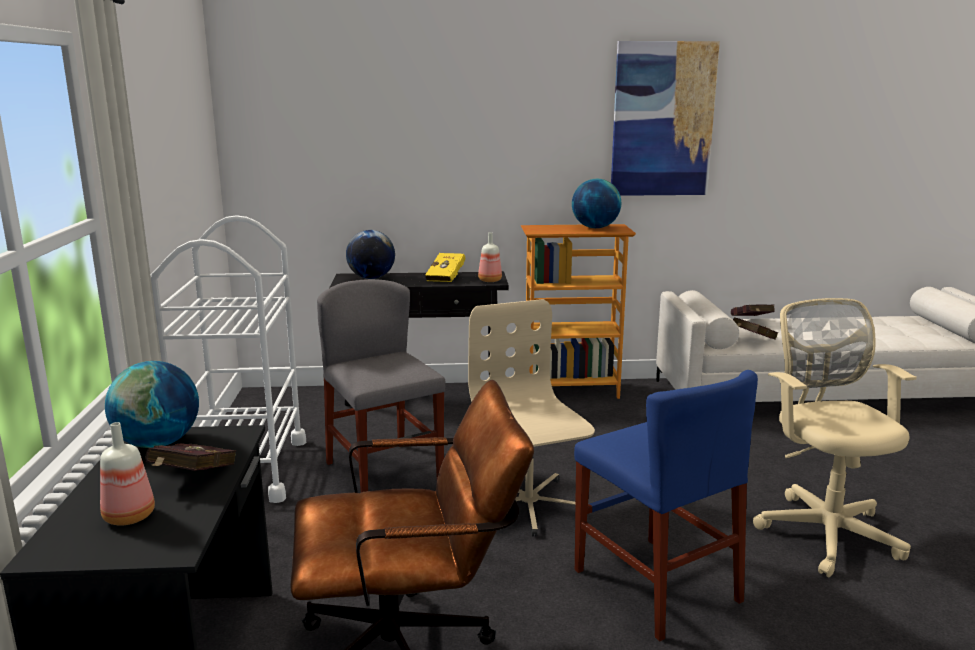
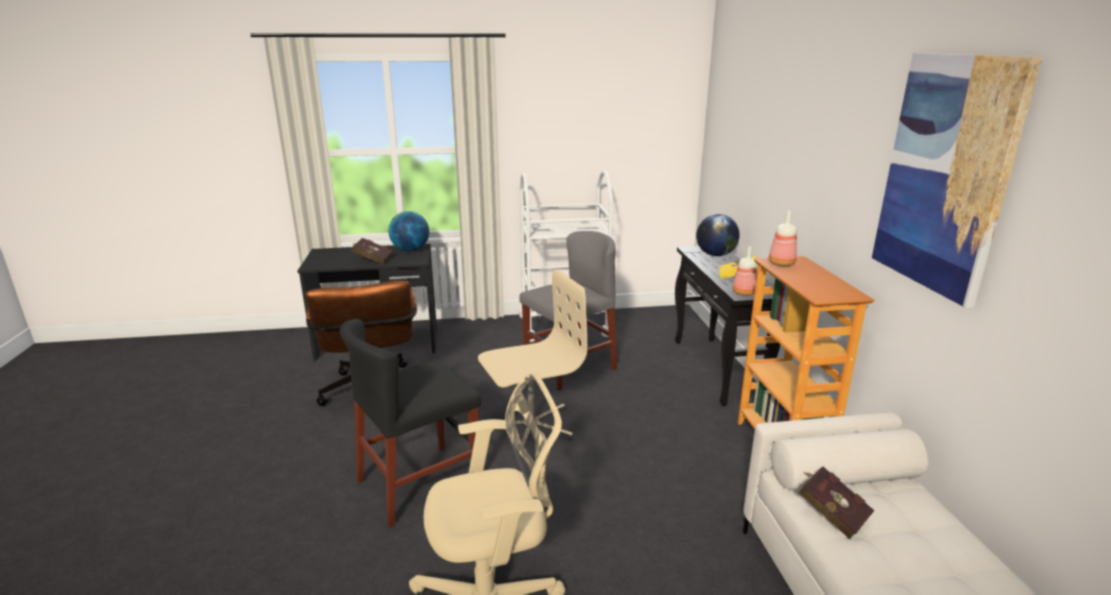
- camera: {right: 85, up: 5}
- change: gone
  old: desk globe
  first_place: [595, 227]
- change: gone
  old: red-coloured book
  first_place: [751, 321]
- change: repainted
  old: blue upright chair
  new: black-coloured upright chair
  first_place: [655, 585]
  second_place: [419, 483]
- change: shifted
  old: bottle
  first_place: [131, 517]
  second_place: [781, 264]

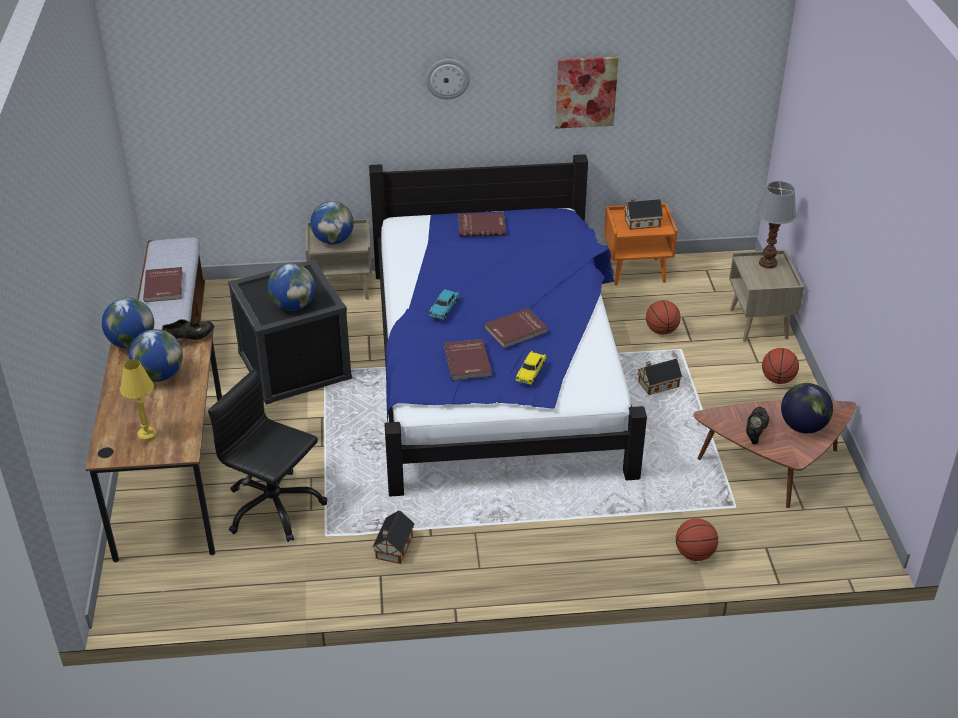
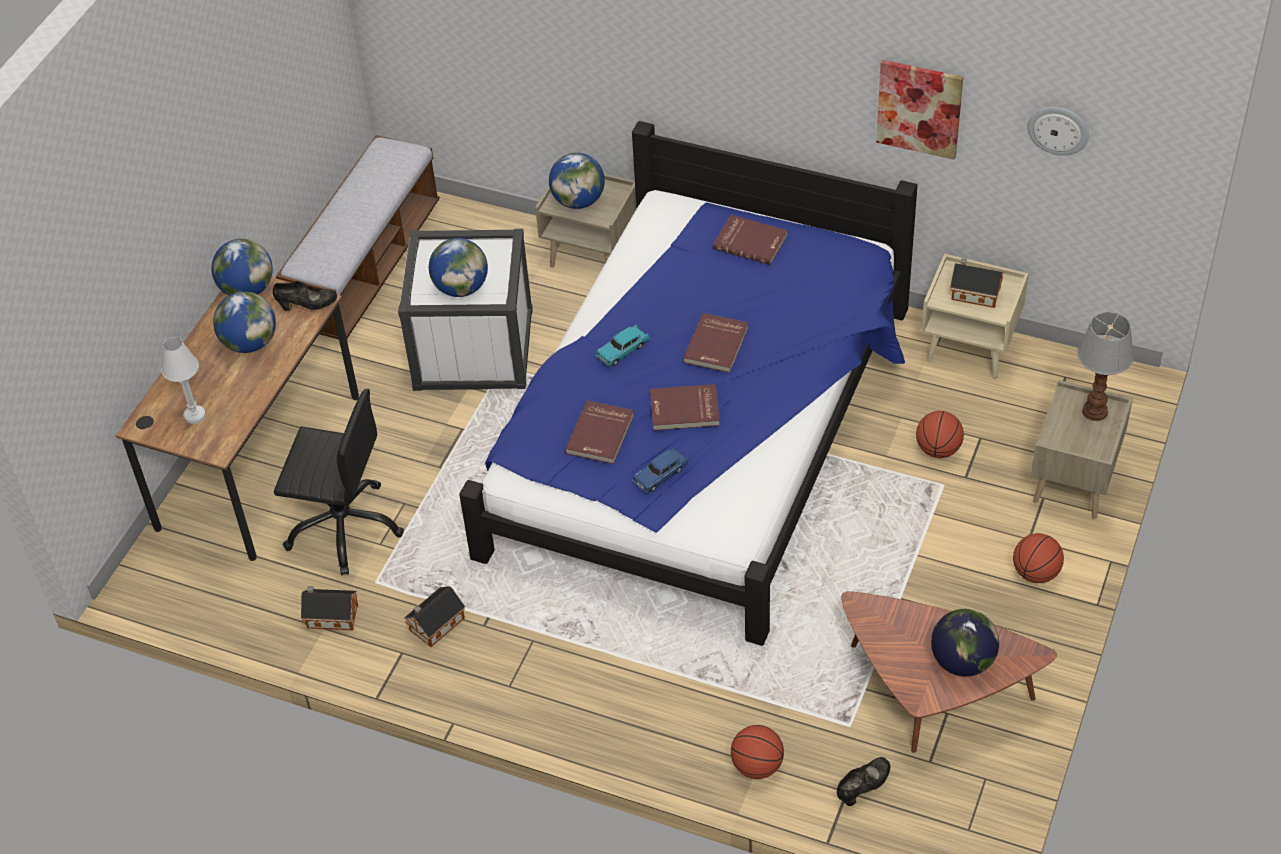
- camera: {right: 30, up: 10}
- change: shifted
  old: wall clock
  first_place: [447, 78]
  second_place: [1058, 129]
- change: repainted
  old: orangey nightstand
  new: beige-coloured nightstand
  first_place: [636, 271]
  second_place: [970, 349]
- change: repainted
  old: black-coloured storage box
  new: whitish storage box
  first_place: [294, 365]
  second_place: [473, 348]
- change: shifted
  old: red-coloured book
  first_place: [164, 286]
  second_place: [717, 345]
- change: repainted
  old: yellow-coloured toy car
  new: blue toy car
  first_place: [530, 373]
  second_place: [661, 475]
- change: repainted
  old: yellow-coloured lamp for a table
  new: whitish lamp for a table
  first_place: [147, 435]
  second_place: [195, 415]
- change: shifted
  old: toy house
  first_place: [656, 385]
  second_place: [330, 616]
- change: rotated
  old: black-coloured computer chair
  first_place: [273, 507]
  second_place: [344, 526]
  degrees: 135
- change: shifted
  old: black-coloured low shoe
  first_place: [755, 431]
  second_place: [863, 787]

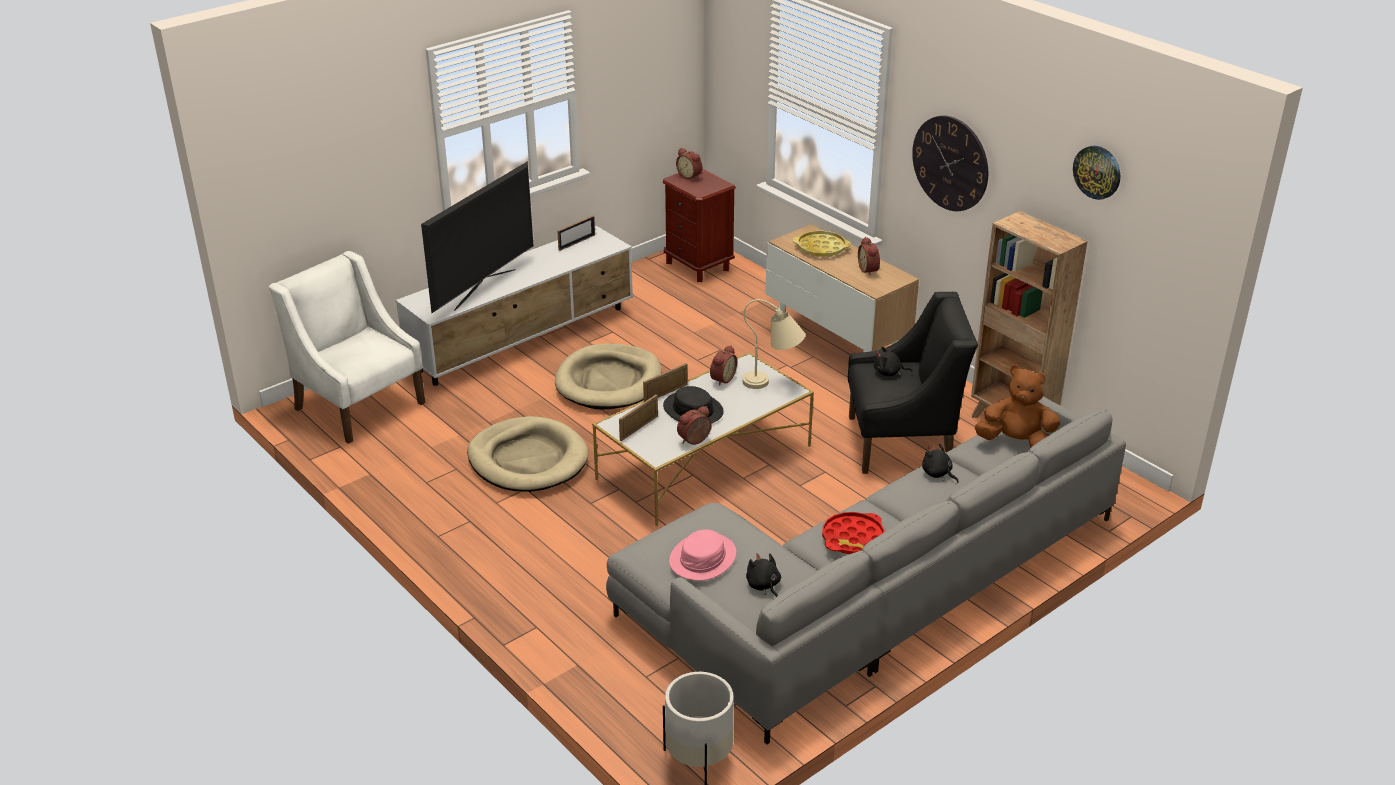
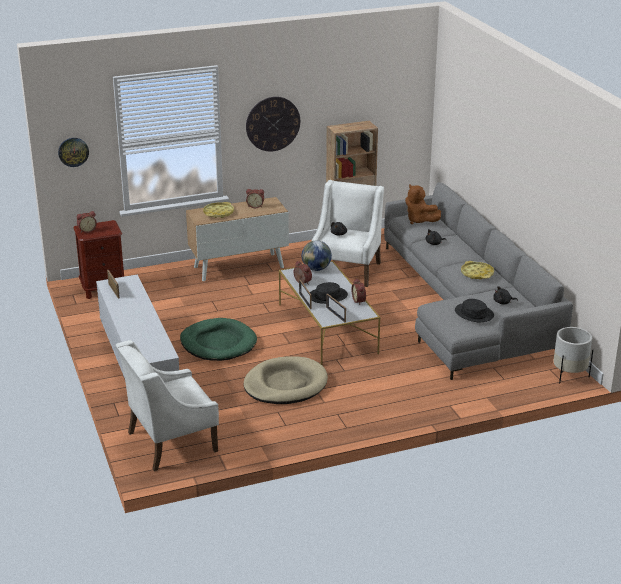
- camera: {right: -70, up: -5}
- change: shifted
  old: wall clock
  first_place: [1097, 172]
  second_place: [73, 152]
- change: gone
  old: television
  first_place: [484, 289]
- change: repainted
  old: black-coloured lounge chair
  new: whitish lounge chair
  first_place: [903, 443]
  second_place: [347, 270]
- change: swapped
  old: beige-coloured lamp for a table
  new: desk globe
  first_place: [773, 382]
  second_place: [316, 269]
- change: repainted
  old: beige-coloured dog bed
  new: green dog bed
  first_place: [609, 381]
  second_place: [218, 343]
- change: rotated
  old: brown plush toy
  first_place: [1016, 443]
  second_place: [419, 220]
  degrees: -75
- change: repainted
  old: red-coloured serving tray
  new: yellow-coloured serving tray
  first_place: [853, 538]
  second_place: [477, 273]
- change: repainted
  old: pink clothing hat
  new: black-coloured clothing hat
  first_place: [703, 558]
  second_place: [474, 313]

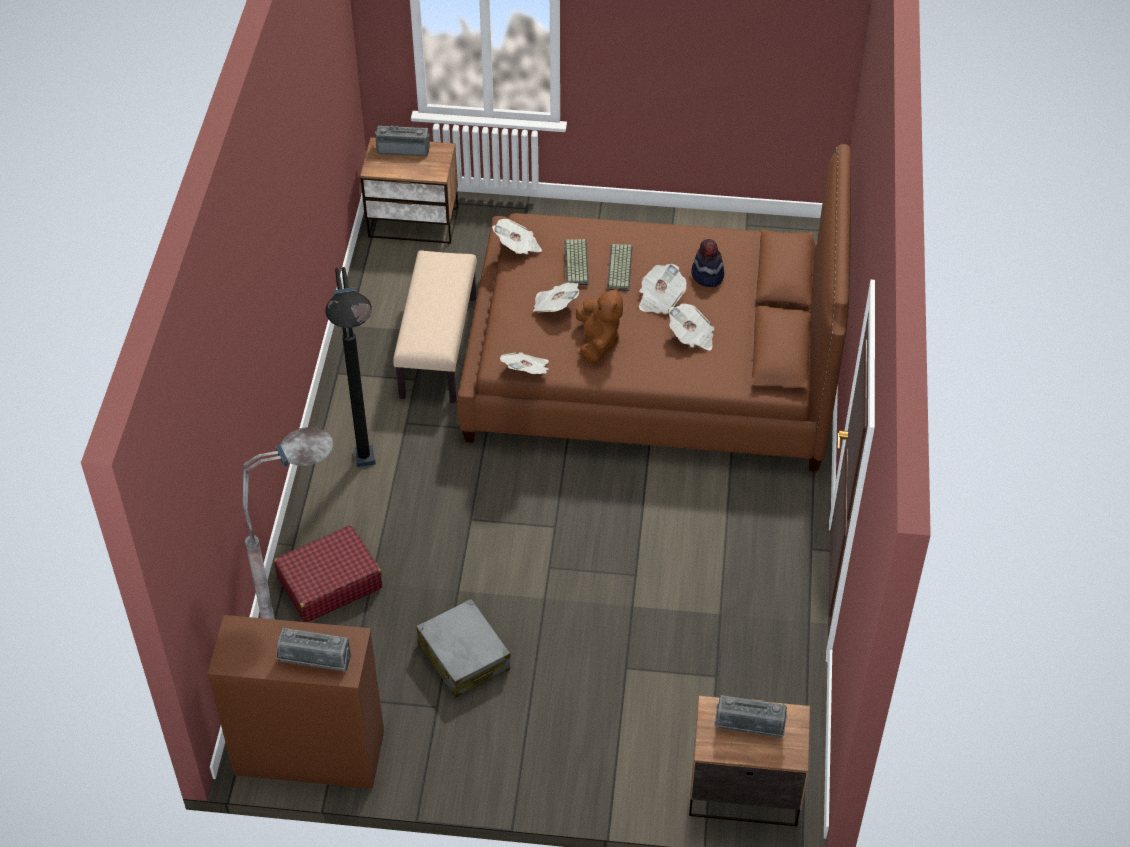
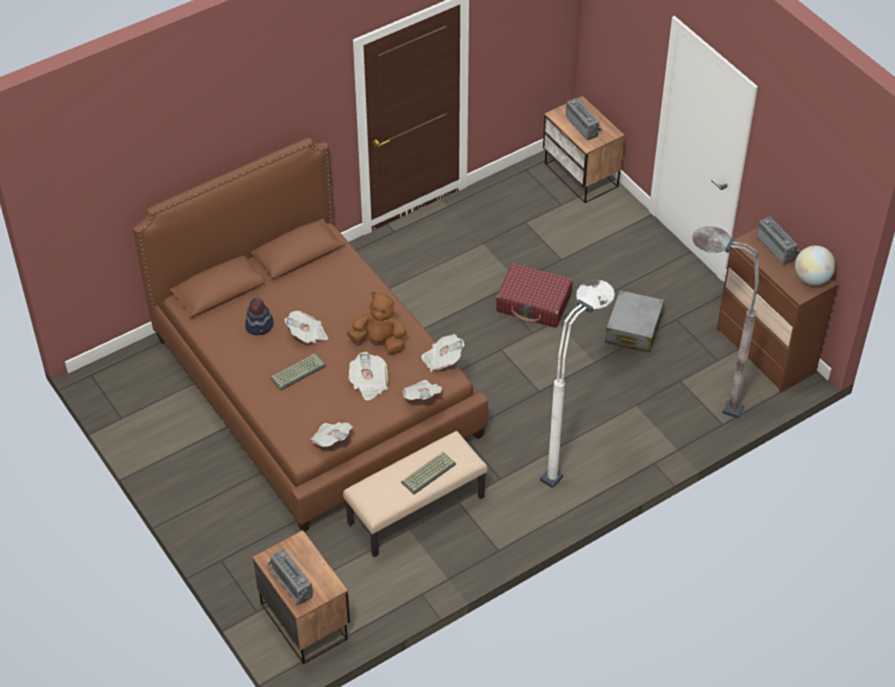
- camera: {right: -130, up: 0}
- change: shifted
  old: keyboard
  first_place: [577, 263]
  second_place: [428, 472]
- change: repainted
  old: black-coloured standard lamp
  new: whitish standard lamp
  first_place: [370, 490]
  second_place: [572, 456]
- change: rotated
  old: brown plush toy
  first_place: [598, 342]
  second_place: [379, 342]
  degrees: 60
- change: shifted
  old: newspaper
  first_place: [691, 337]
  second_place: [422, 397]
- change: shifted
  old: red-coloured travel case
  first_place: [329, 583]
  second_place: [534, 303]
- change: new
  new: desk globe
  second_place: [812, 278]

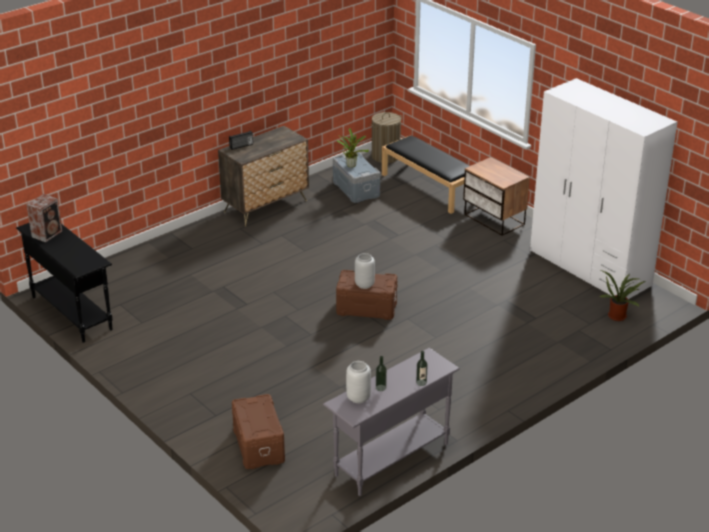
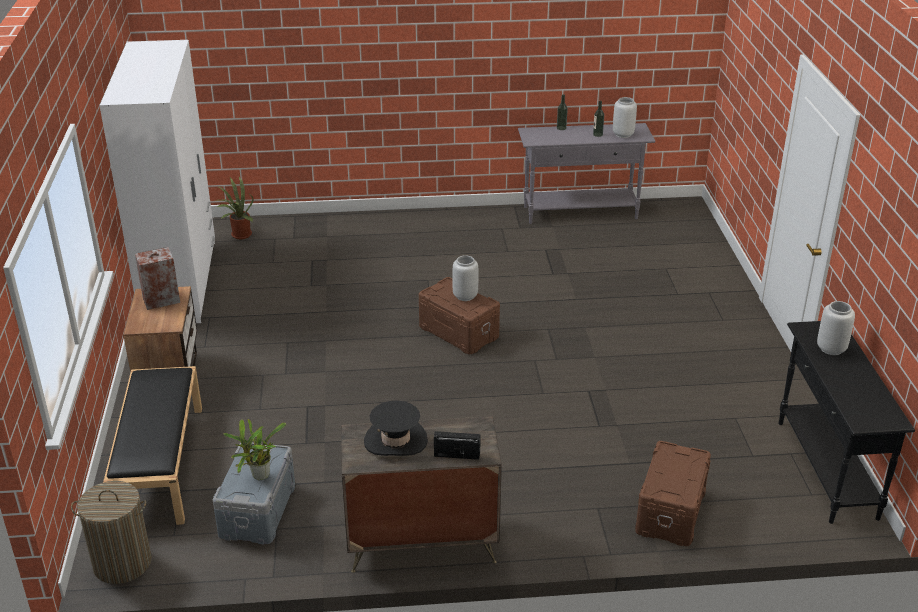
- camera: {right: -145, up: 0}
- change: shifted
  old: loudspeaker
  first_place: [48, 234]
  second_place: [160, 300]
- change: shifted
  old: brown storage box
  first_place: [259, 445]
  second_place: [669, 511]
- change: new
  new: gray flower vase
  second_place: [831, 349]
- change: new
  new: black-coloured clothing hat
  second_place: [395, 440]

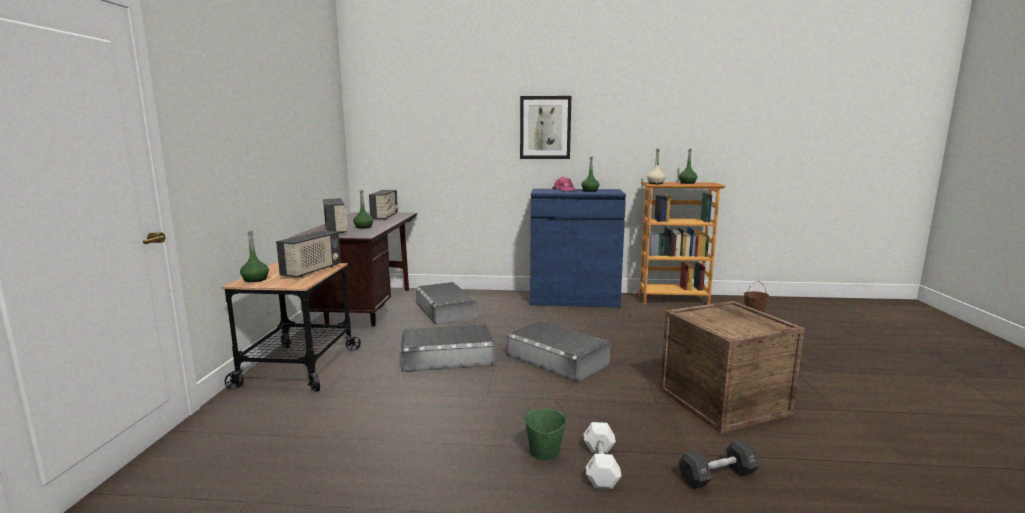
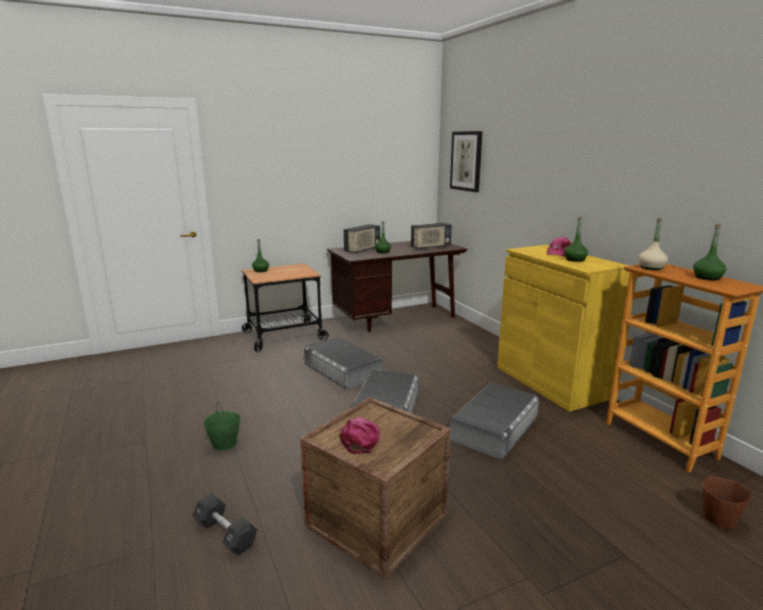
- camera: {right: 60, up: 5}
- change: shifted
  old: picture
  first_place: [545, 127]
  second_place: [466, 161]
- change: repainted
  old: blue cupboard
  new: yellow-coloured cupboard
  first_place: [574, 299]
  second_place: [550, 382]
- change: gone
  old: radio
  first_place: [312, 271]
- change: shifted
  old: gray storage box
  first_place: [445, 310]
  second_place: [494, 427]
- change: gone
  old: whitish dumbbell
  first_place: [600, 466]
- change: new
  new: pink peaked cap
  second_place: [361, 439]

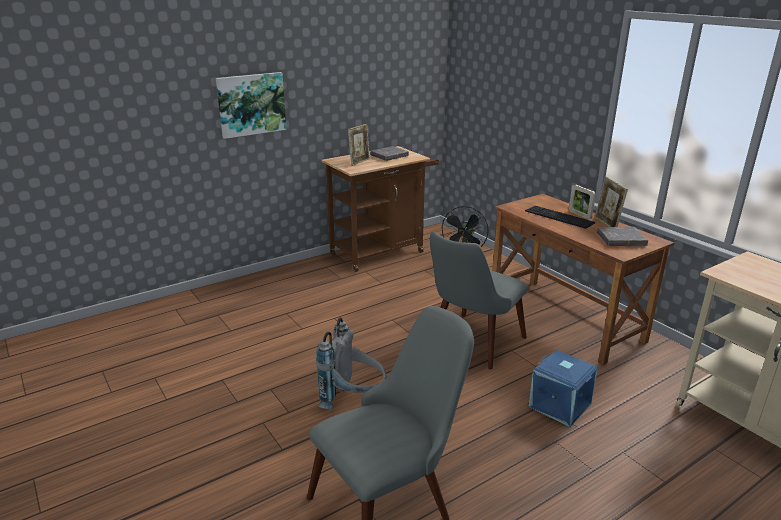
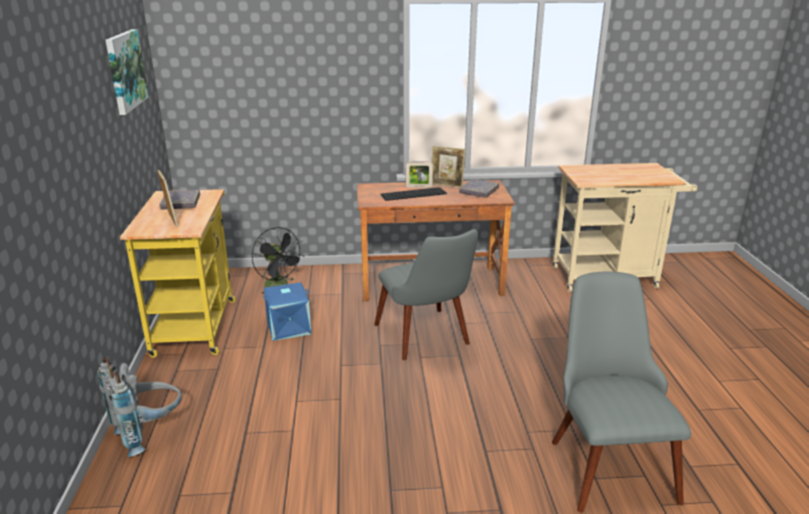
- camera: {right: -60, up: 0}
- change: shifted
  old: picture
  first_place: [251, 104]
  second_place: [125, 70]
- change: repainted
  old: brown wheeled cart
  new: yellow-coloured wheeled cart
  first_place: [381, 251]
  second_place: [196, 323]
- change: shifted
  old: gray rucksack
  first_place: [353, 400]
  second_place: [149, 432]
- change: shifted
  old: blue storage box
  first_place: [560, 405]
  second_place: [289, 327]

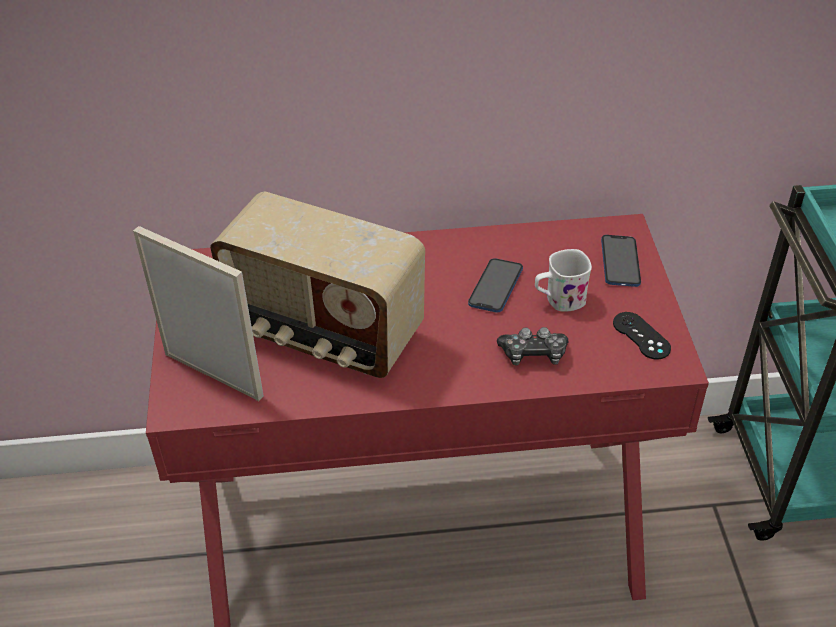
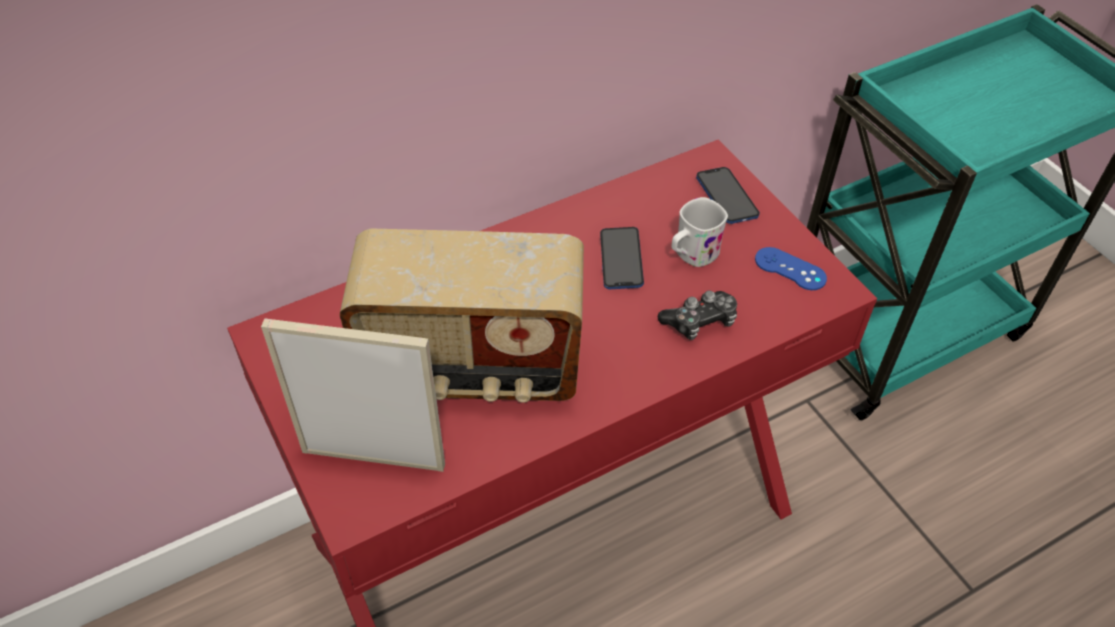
- camera: {right: -25, up: 5}
- change: repainted
  old: black-coloured joypad
  new: blue joypad
  first_place: [641, 336]
  second_place: [790, 269]

